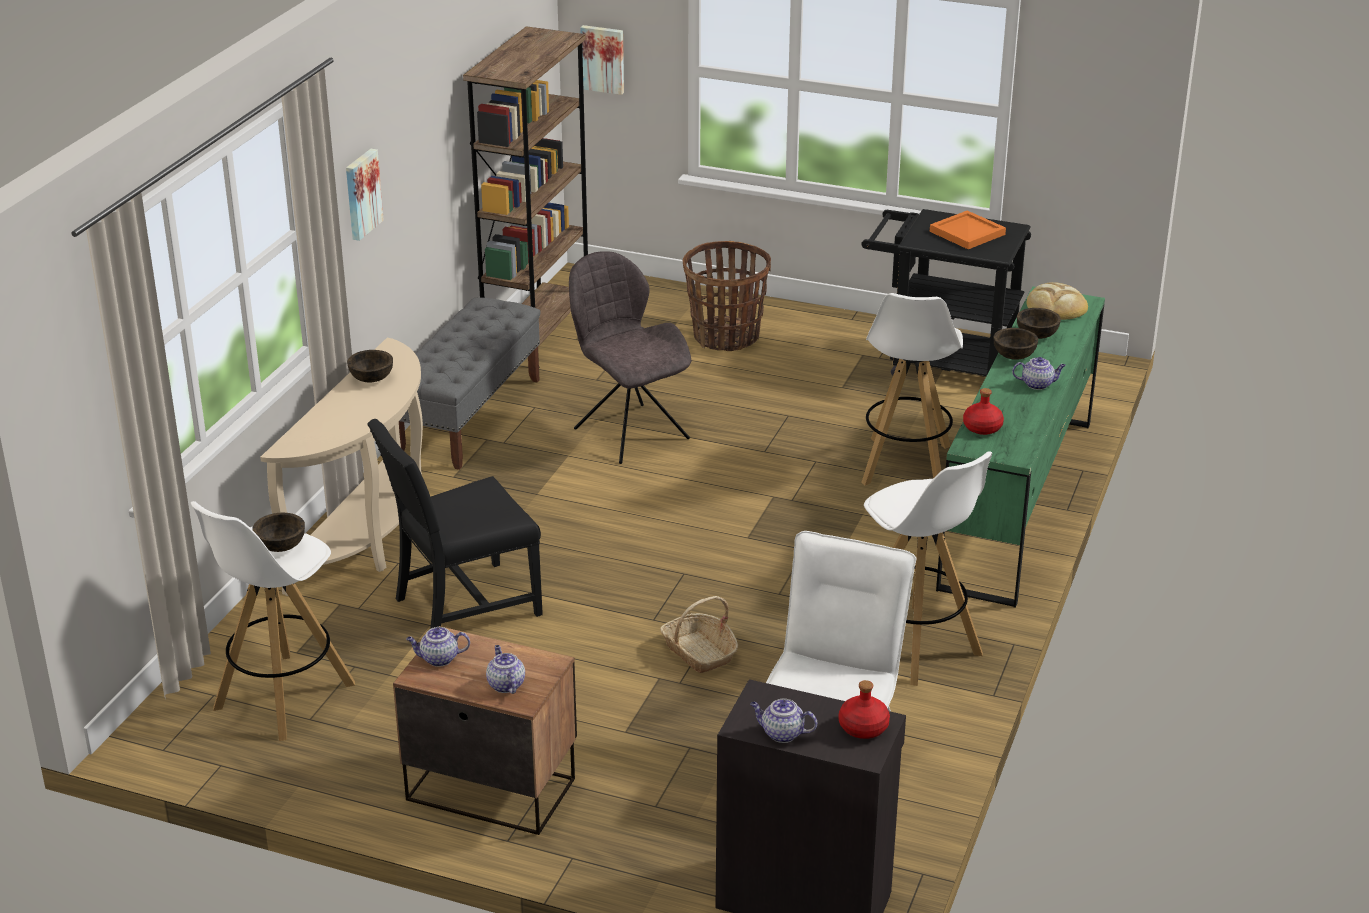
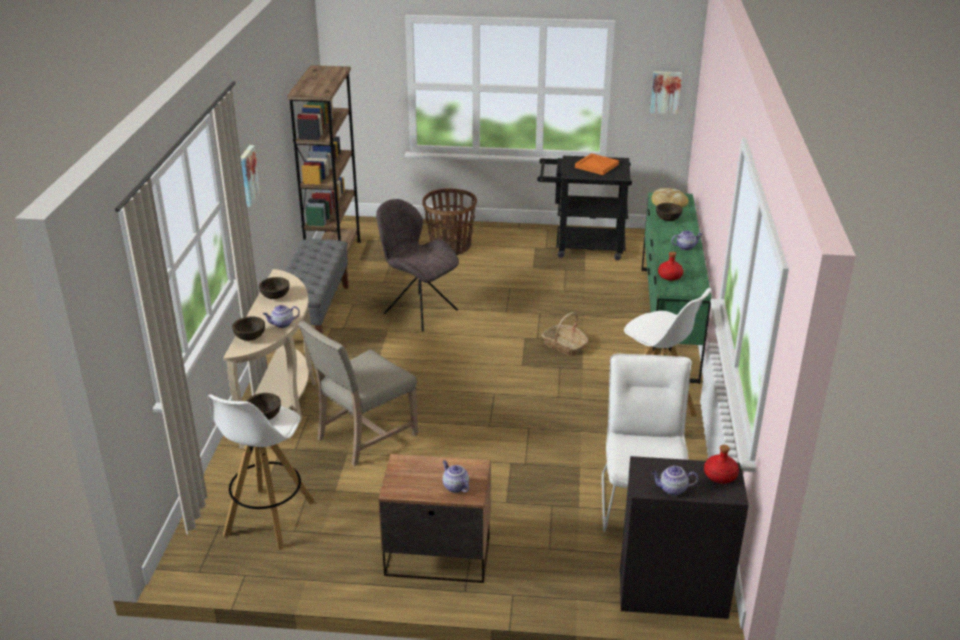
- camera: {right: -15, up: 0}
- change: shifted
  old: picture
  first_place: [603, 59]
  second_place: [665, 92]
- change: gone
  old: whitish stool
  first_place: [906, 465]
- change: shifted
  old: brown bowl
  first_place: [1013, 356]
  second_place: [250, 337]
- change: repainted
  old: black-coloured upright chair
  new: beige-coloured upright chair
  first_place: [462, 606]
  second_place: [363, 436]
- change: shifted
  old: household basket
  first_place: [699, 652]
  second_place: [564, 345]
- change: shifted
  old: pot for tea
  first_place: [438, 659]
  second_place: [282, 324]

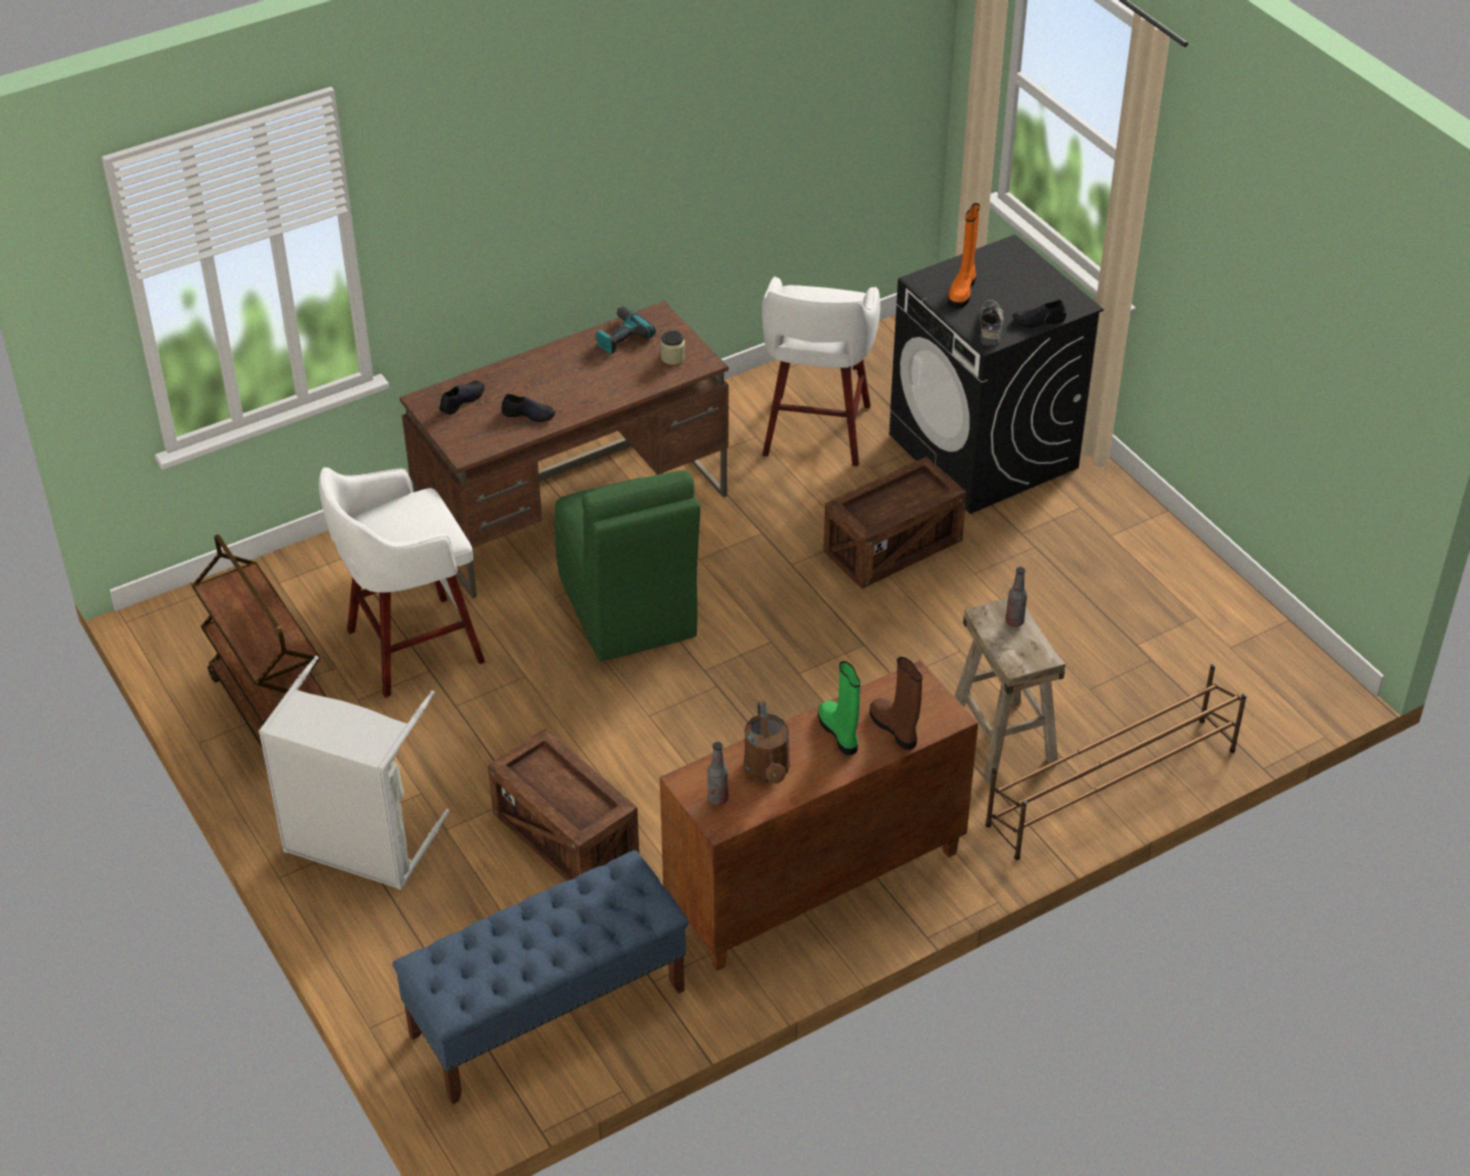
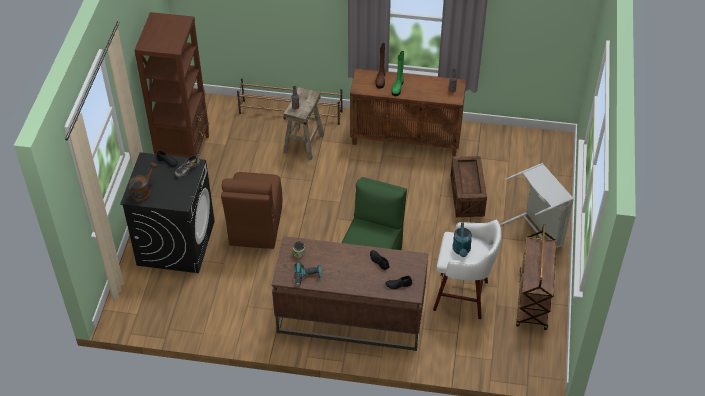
- camera: {right: -140, up: 5}
- change: gone
  old: orangey boot
  first_place: [962, 290]
- change: gone
  old: whitish stool
  first_place: [816, 433]
- change: swapped
  old: crate
  new: brown upright chair
  first_place: [893, 546]
  second_place: [255, 226]
- change: shifted
  old: brown watering pot
  first_place: [768, 772]
  second_place: [143, 192]
- change: gone
  old: blue indoor bench
  first_place: [547, 1013]
- change: new
  new: brown bookcase
  second_place: [184, 151]
- change: new
  new: turquoise-coloured watering pot
  second_place: [461, 250]

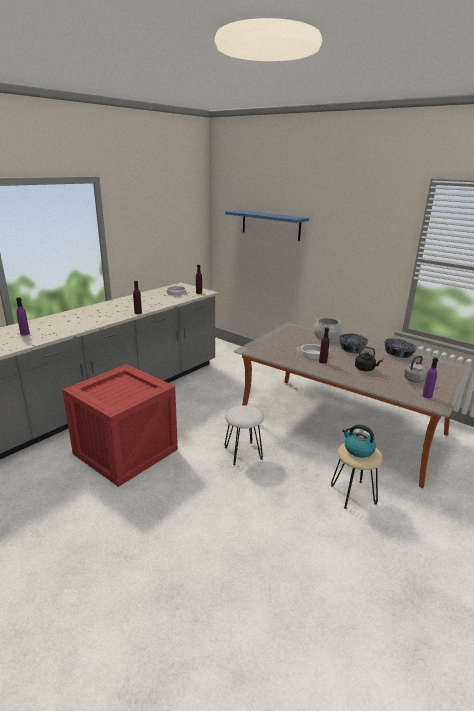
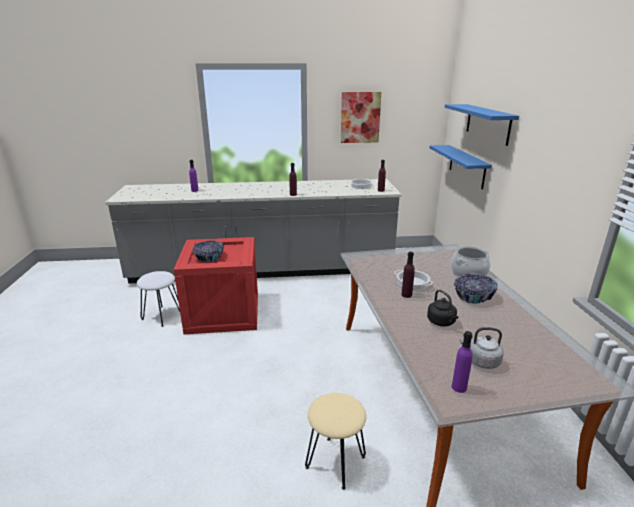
- camera: {right: 45, up: 0}
- change: shifted
  old: bowl
  first_place: [398, 354]
  second_place: [209, 257]
- change: shifted
  old: whitish stool
  first_place: [242, 453]
  second_place: [161, 316]
- change: gone
  old: water kettle
  first_place: [358, 450]
- change: new
  new: picture
  second_place: [360, 117]
- change: new
  new: blue bracket shelf
  second_place: [467, 166]

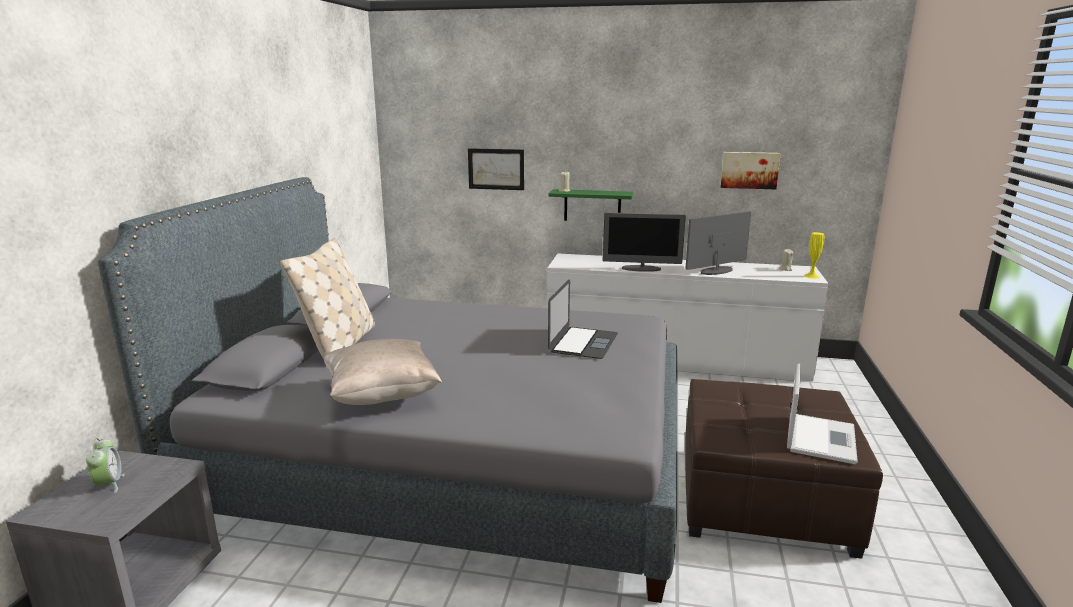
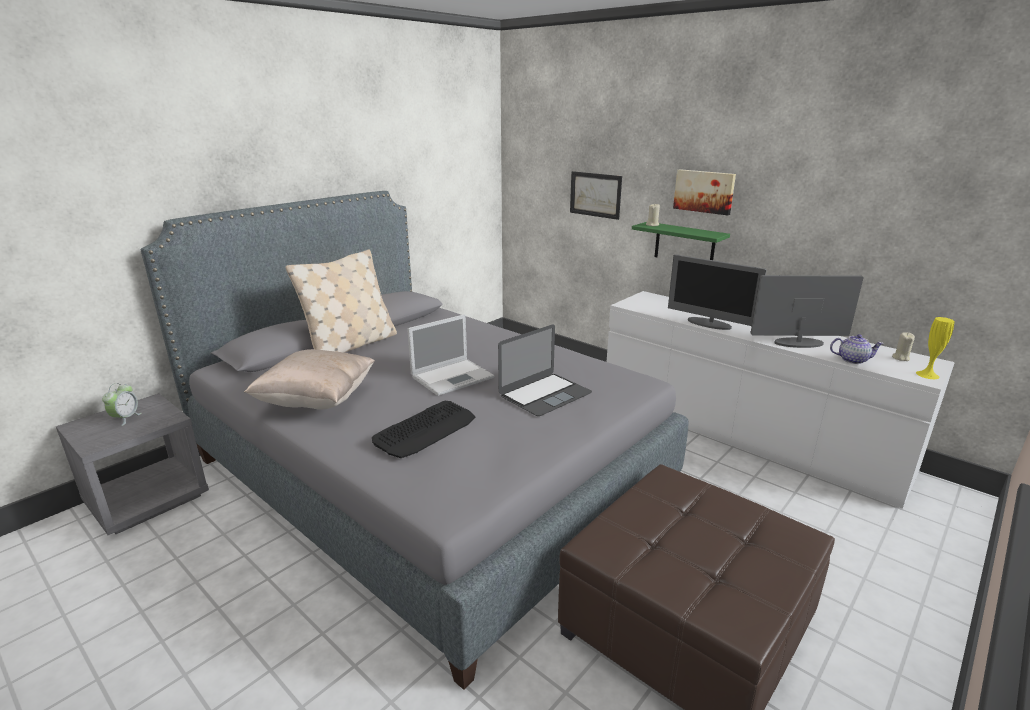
- camera: {right: 30, up: 5}
- change: shifted
  old: picture
  first_place: [749, 170]
  second_place: [704, 191]
- change: shifted
  old: notebook computer
  first_place: [820, 437]
  second_place: [453, 376]
- change: new
  new: pot for tea
  second_place: [853, 360]
- change: new
  new: keyboard
  second_place: [426, 429]

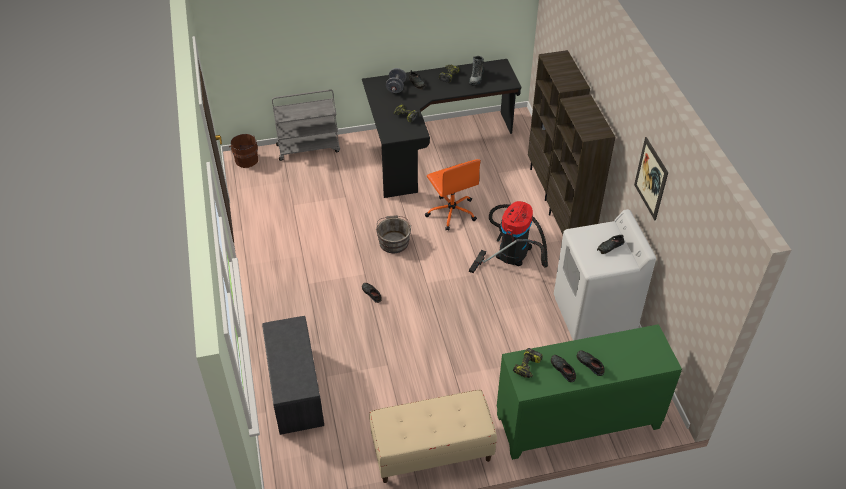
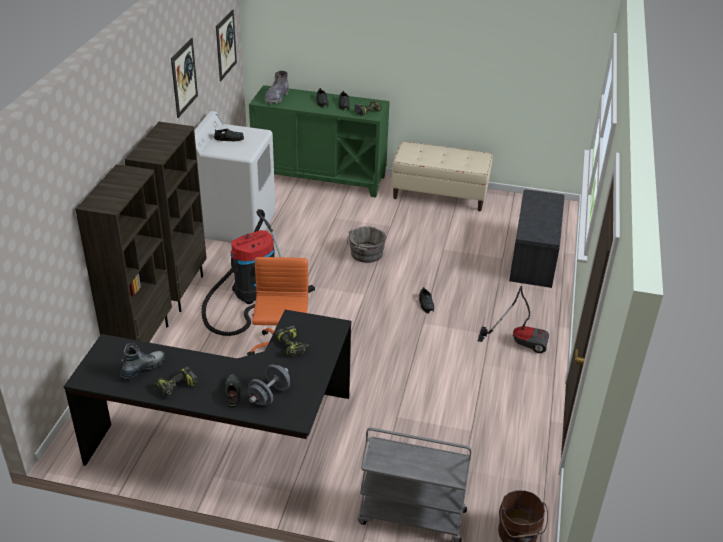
- camera: {right: -155, up: -10}
- change: shifted
  old: gray water bucket
  first_place: [393, 241]
  second_place: [366, 254]
- change: new
  new: picture
  second_place: [226, 45]
- change: new
  new: gray boot
  second_place: [276, 97]
- change: new
  new: vacuum cleaner
  second_place: [519, 340]

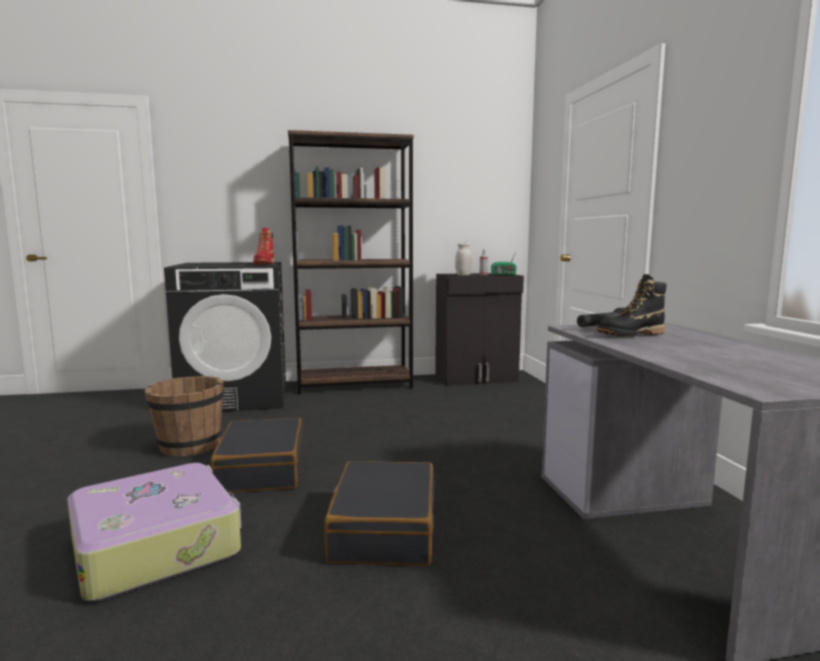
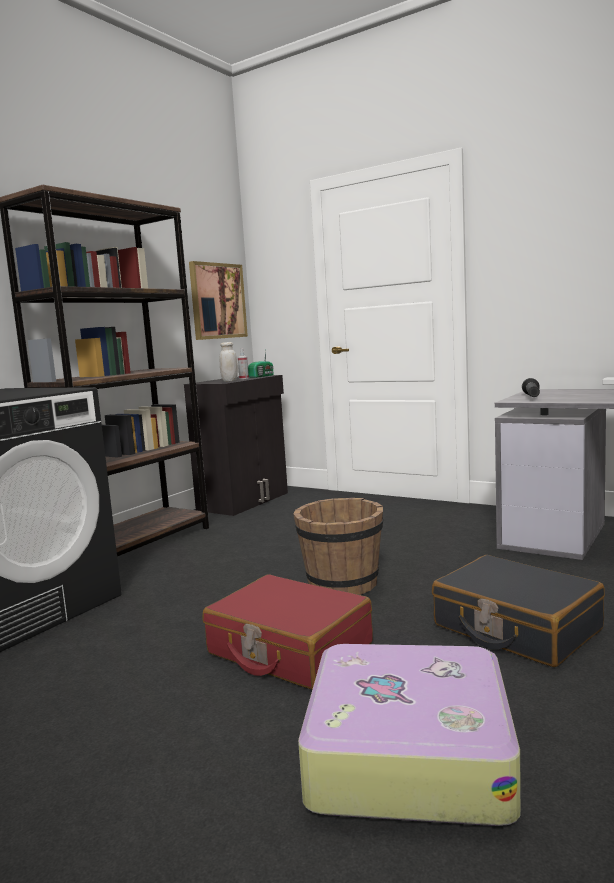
- camera: {right: -45, up: 0}
- change: gone
  old: red-coloured boot
  first_place: [264, 264]
- change: gone
  old: black-coloured boot
  first_place: [630, 335]
- change: shifted
  old: brown water bucket
  first_place: [189, 446]
  second_place: [342, 585]
- change: repainted
  old: black-coloured travel case
  new: red-coloured travel case
  first_place: [261, 469]
  second_place: [289, 649]
- change: new
  new: picture
  second_place: [217, 301]

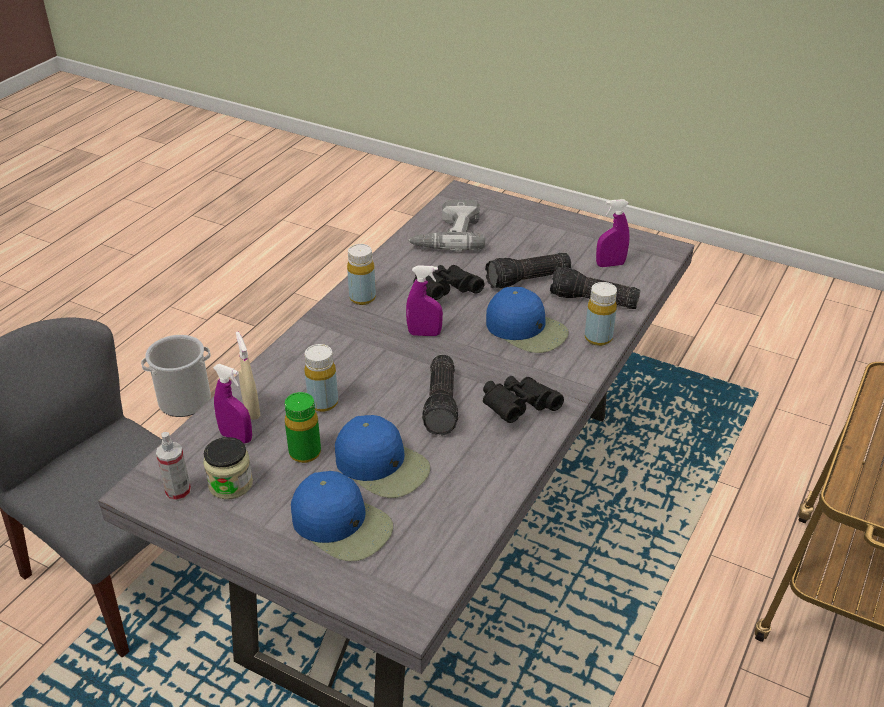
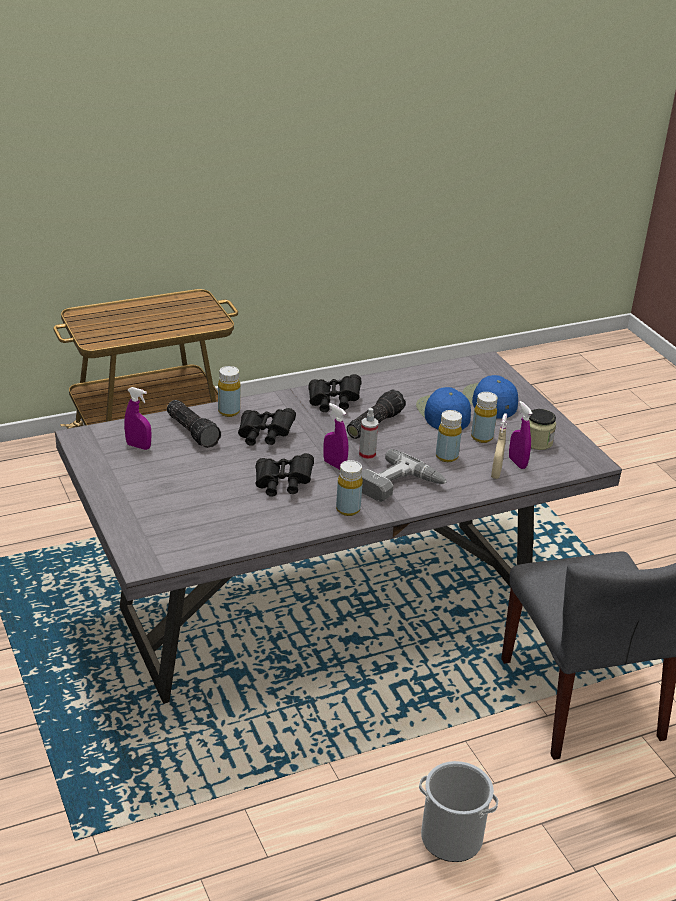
- camera: {right: -145, up: -5}
- change: shifted
  old: electric drill
  first_place: [447, 235]
  second_place: [400, 487]
- change: gone
  old: flashlight
  first_place: [528, 280]
- change: swapped
  old: blue peaked cap
  new: black-coloured binoculars
  first_place: [527, 329]
  second_place: [264, 436]
- change: repainted
  old: green bottle
  new: yellow-coloured bottle
  first_place: [305, 453]
  second_place: [482, 437]
- change: shifted
  old: sprayer
  first_place: [178, 492]
  second_place: [367, 455]

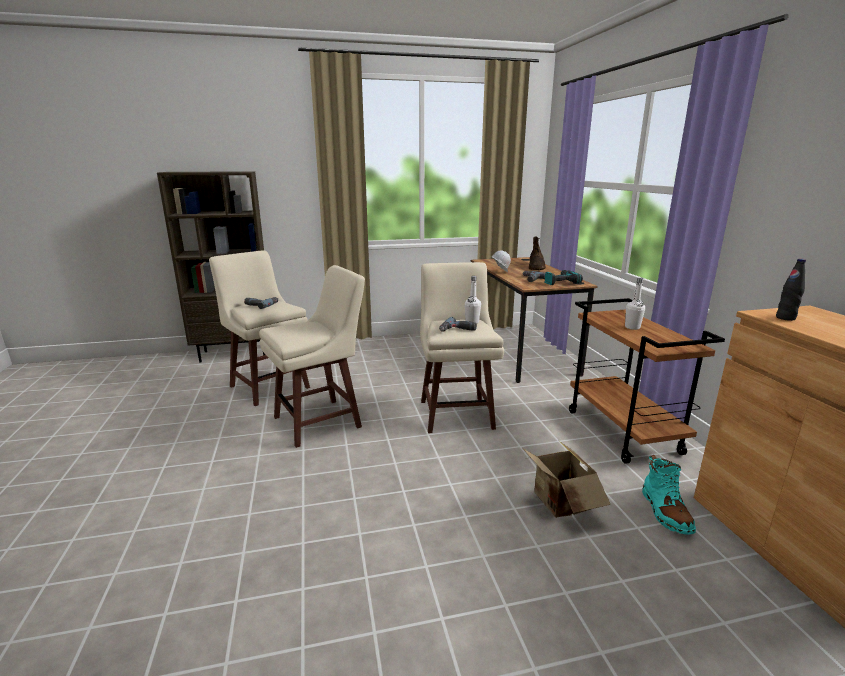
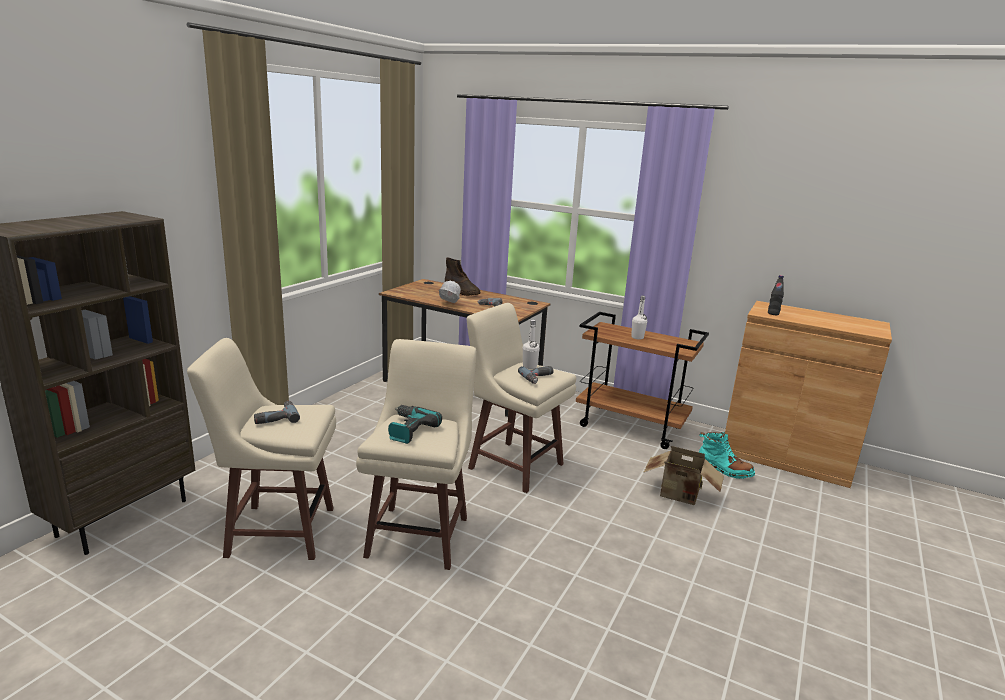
- camera: {right: -50, up: 0}
- change: shifted
  old: electric drill
  first_place: [560, 282]
  second_place: [408, 430]

